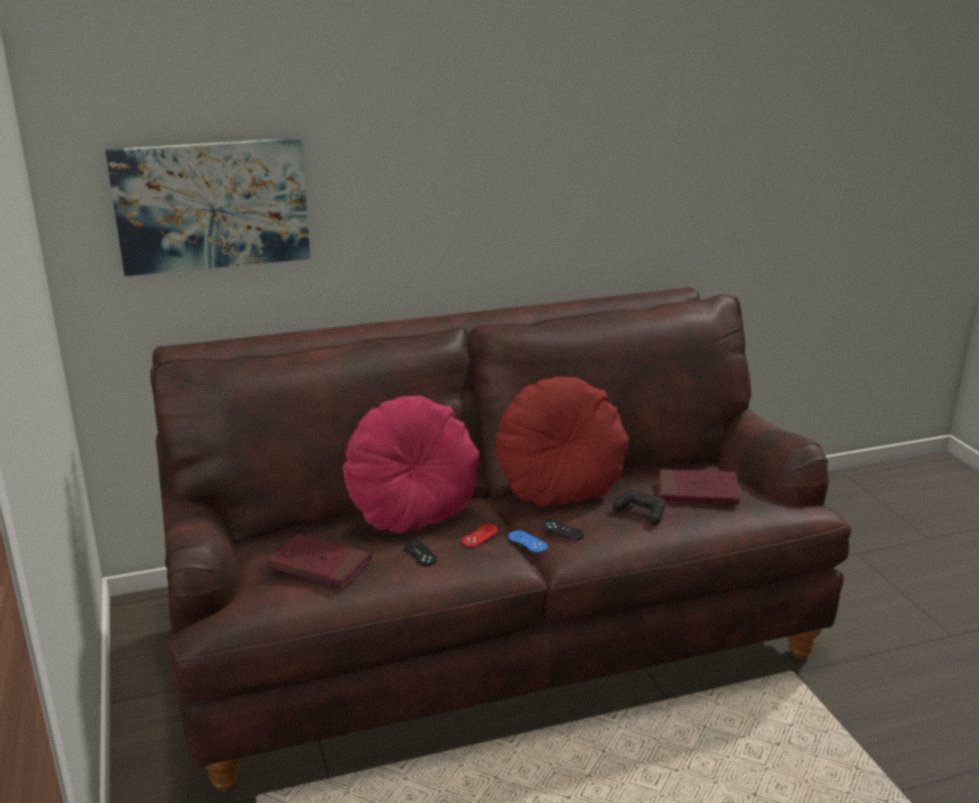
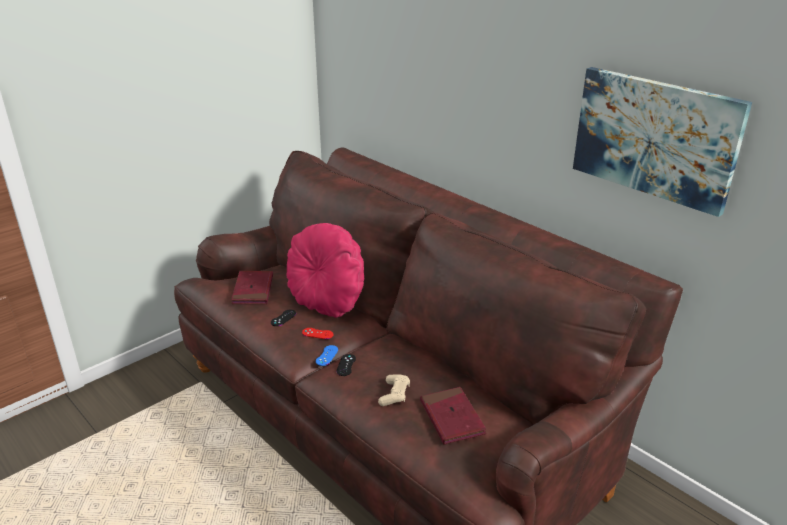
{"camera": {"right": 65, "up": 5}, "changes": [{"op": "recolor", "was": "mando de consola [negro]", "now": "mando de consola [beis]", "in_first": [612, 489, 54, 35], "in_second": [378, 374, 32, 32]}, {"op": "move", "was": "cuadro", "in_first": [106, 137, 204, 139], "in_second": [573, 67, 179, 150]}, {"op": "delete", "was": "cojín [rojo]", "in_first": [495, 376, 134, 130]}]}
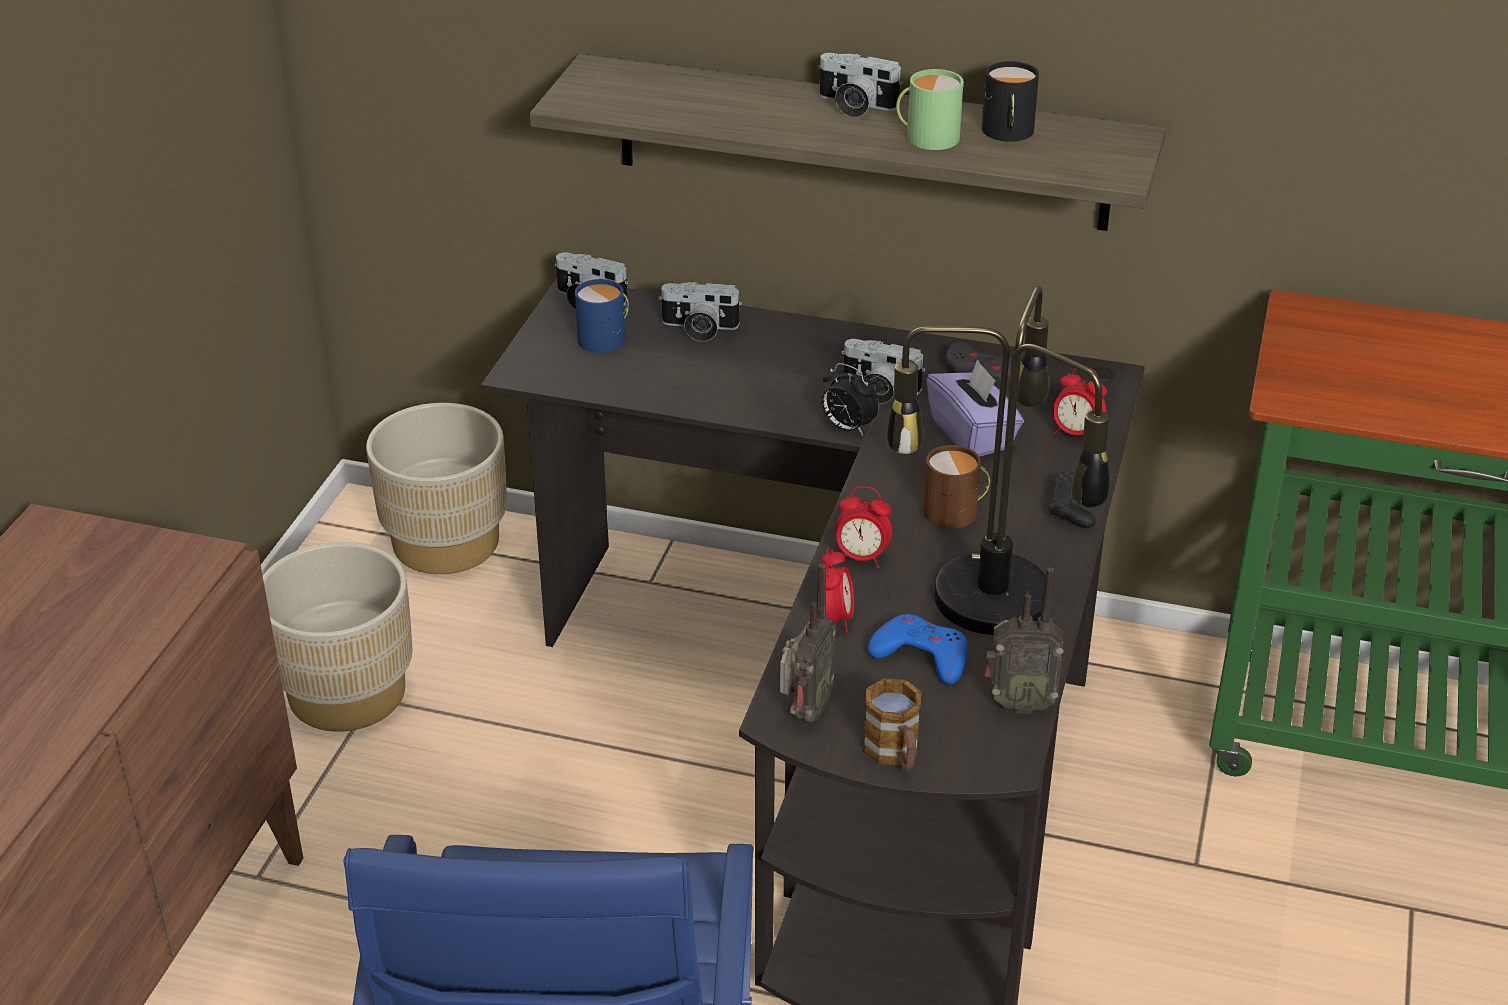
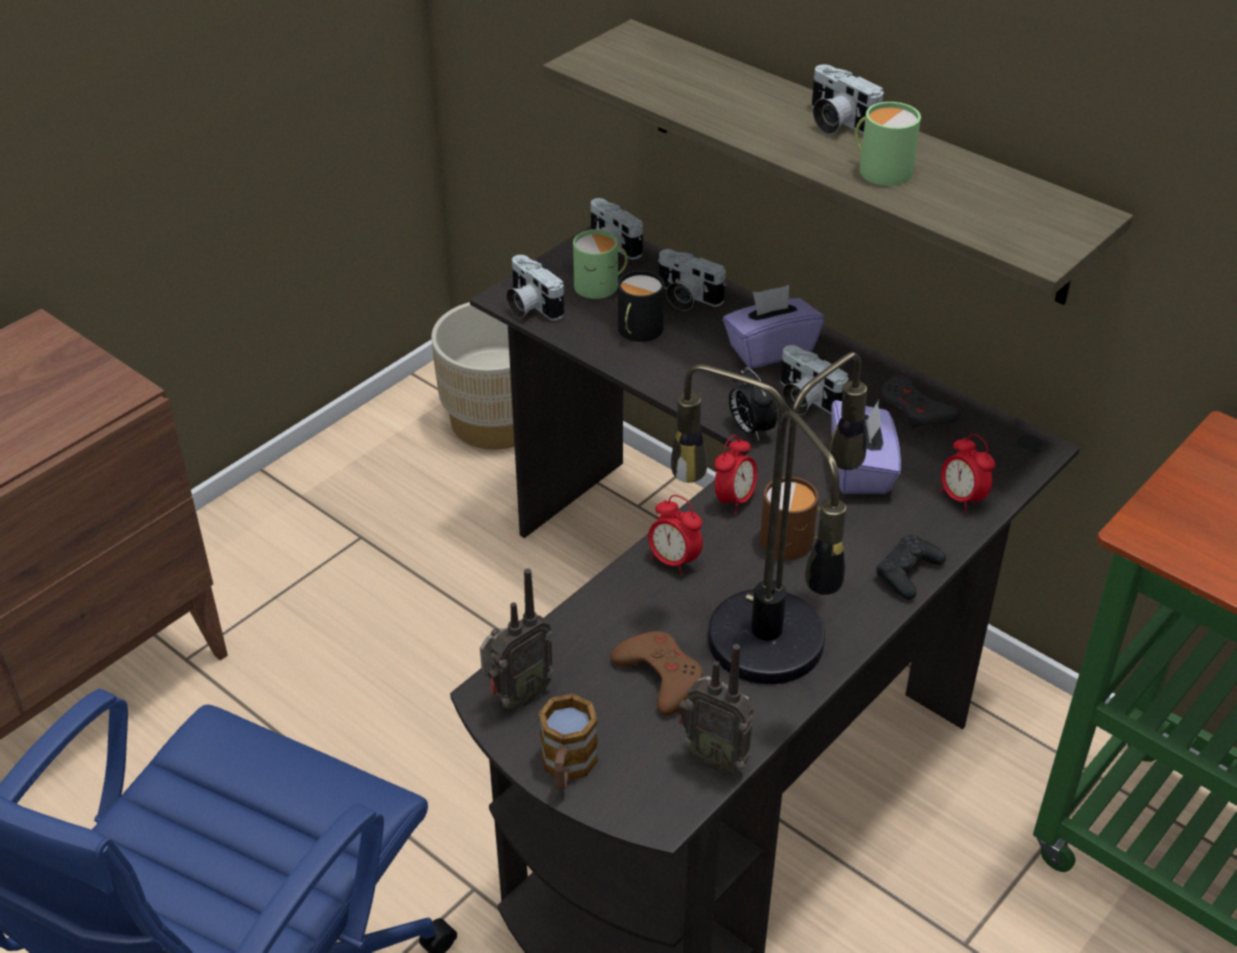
{"camera": {"right": 25, "up": 5}, "changes": [{"op": "insert", "now": "cámara", "in_second": [506, 255, 58, 66]}, {"op": "recolor", "was": "taza grande [azul]", "now": "taza grande [verde]", "in_first": [575, 279, 54, 74], "in_second": [573, 230, 55, 69]}, {"op": "recolor", "was": "mando de consola [azul]", "now": "mando de consola [marrón]", "in_first": [867, 614, 101, 70], "in_second": [611, 631, 92, 85]}, {"op": "move", "was": "taza grande [negro]", "in_first": [981, 61, 58, 81], "in_second": [616, 270, 48, 72]}, {"op": "move", "was": "despertador", "in_first": [817, 547, 37, 86], "in_second": [714, 435, 43, 79]}, {"op": "insert", "now": "caja de pañuelos [morado]", "in_second": [723, 285, 101, 83]}, {"op": "delete", "was": "maceta [beis]", "in_first": [263, 542, 150, 190]}]}
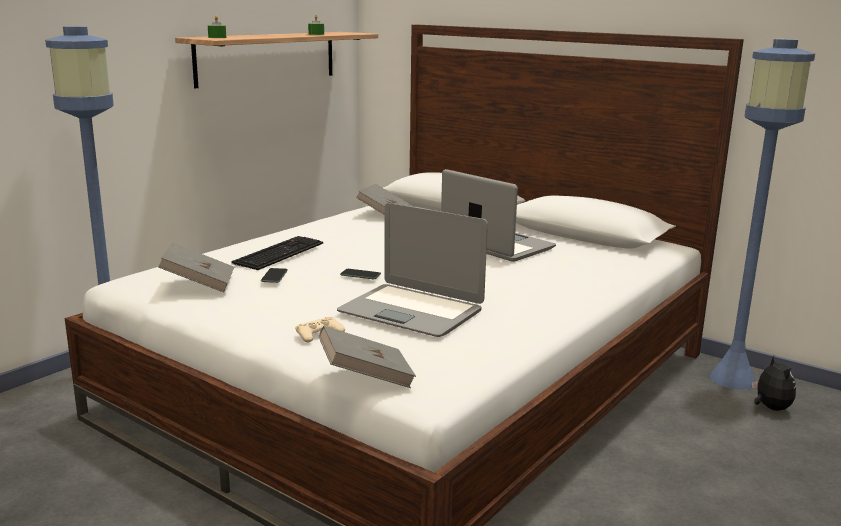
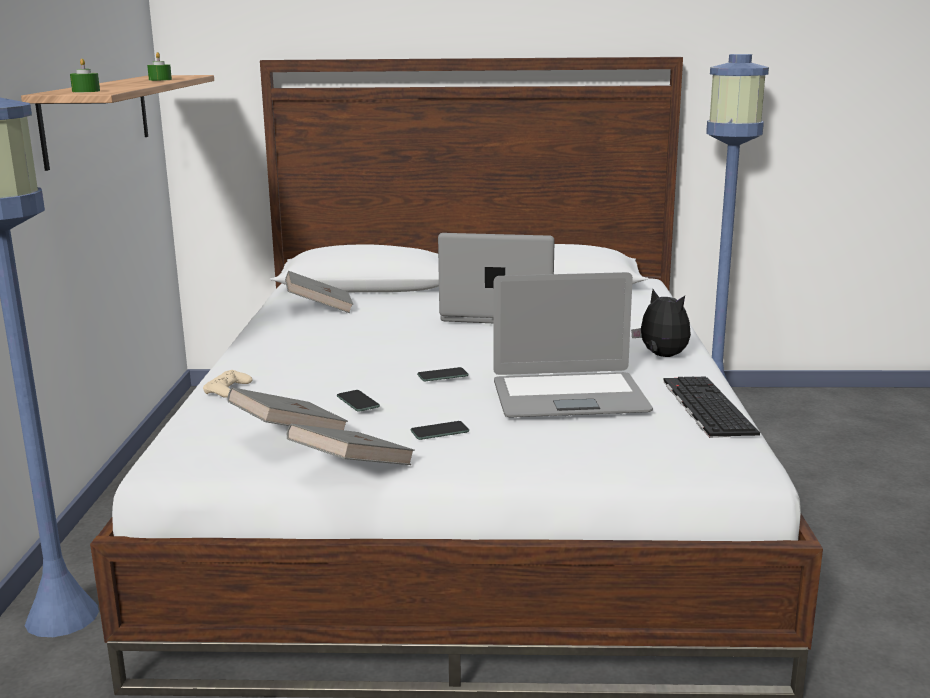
{"camera": {"right": -35, "up": 0}, "changes": [{"op": "move", "was": "mando de consola [beis]", "in_first": [295, 317, 50, 25], "in_second": [203, 370, 49, 28]}, {"op": "move", "was": "libro [gris]", "in_first": [319, 326, 97, 62], "in_second": [287, 424, 128, 41]}, {"op": "insert", "now": "móvil", "in_second": [411, 421, 58, 19]}, {"op": "move", "was": "peluche", "in_first": [752, 356, 44, 55], "in_second": [631, 289, 60, 68]}, {"op": "move", "was": "teclado", "in_first": [231, 236, 92, 34], "in_second": [663, 376, 97, 62]}]}
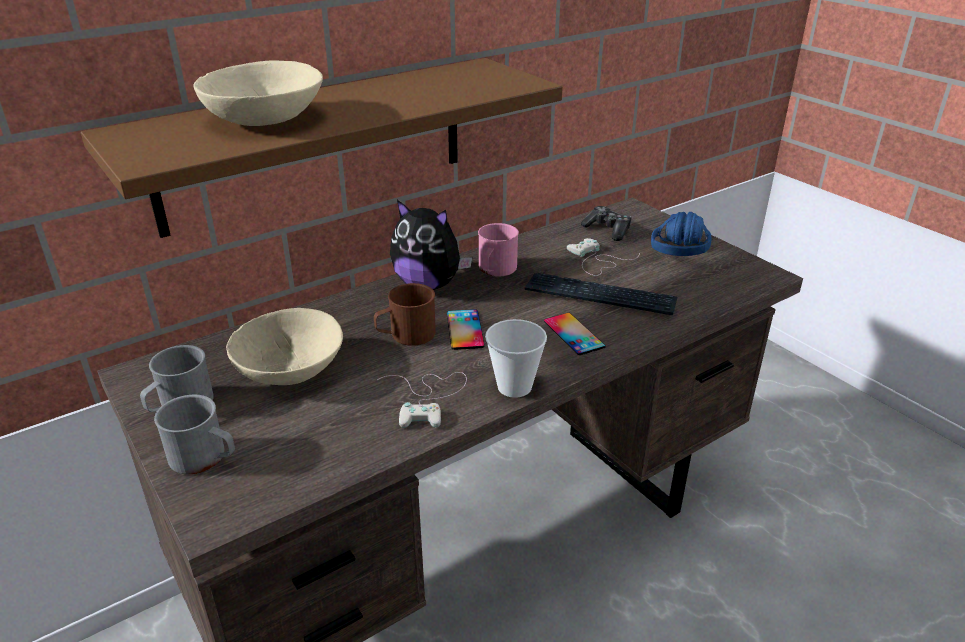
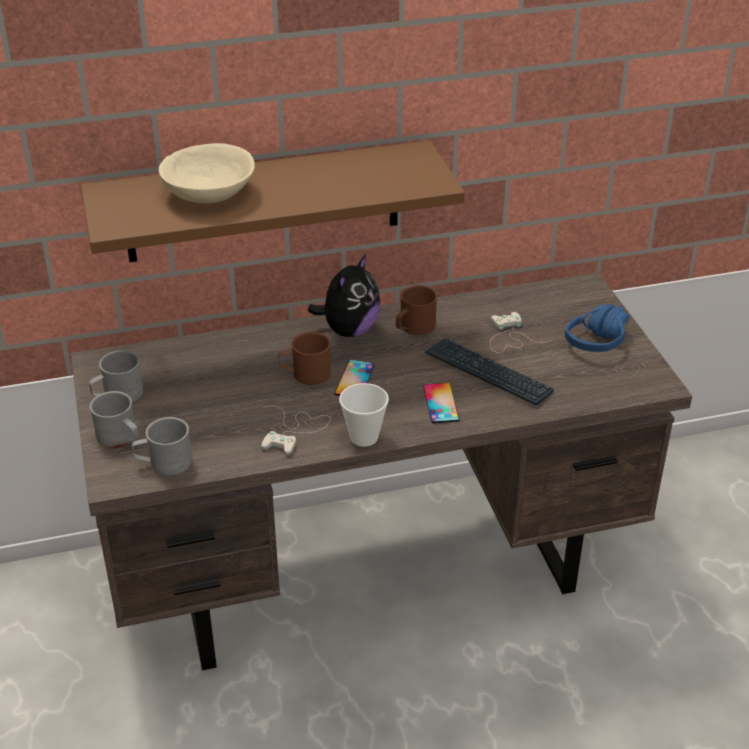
{"camera": {"right": 20, "up": 5}, "changes": [{"op": "insert", "now": "taza grande [gris]", "in_second": [132, 417, 60, 59]}, {"op": "rotate", "was": "peluche", "in_first": [390, 200, 82, 90], "in_second": [308, 254, 72, 83], "clockwise": -105}, {"op": "recolor", "was": "taza grande [rosa]", "now": "taza grande [marrón]", "in_first": [478, 223, 41, 53], "in_second": [396, 285, 41, 50]}, {"op": "delete", "was": "cuenco [beis]", "in_first": [226, 308, 117, 77]}, {"op": "delete", "was": "mando de consola", "in_first": [581, 206, 51, 35]}]}
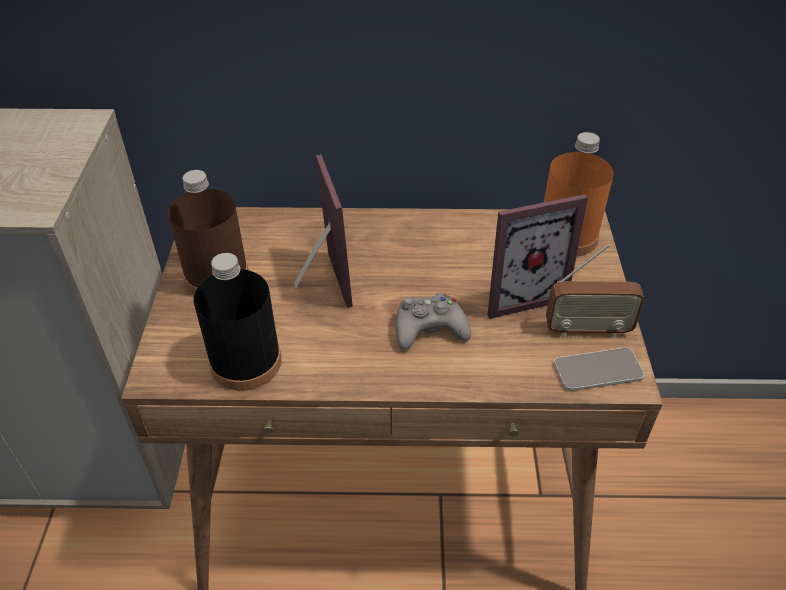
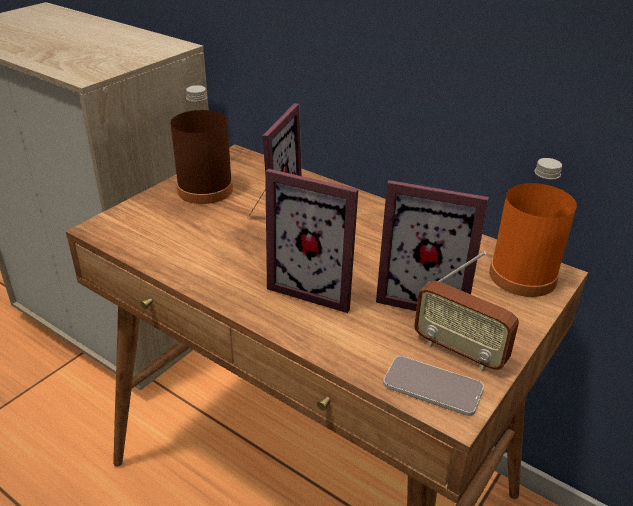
{"camera": {"right": 35, "up": -10}, "changes": [{"op": "replace", "was": "mando de consola [gris]", "now": "portarretratos", "in_first": [396, 293, 75, 57], "in_second": [265, 169, 93, 144]}, {"op": "delete", "was": "botella [negro]", "in_first": [193, 253, 89, 138]}]}
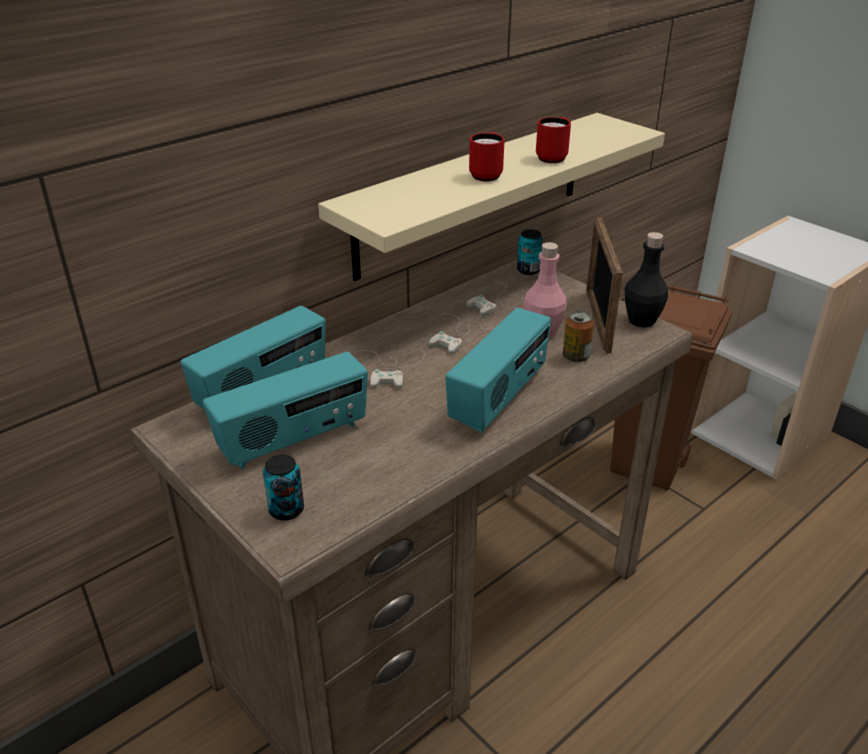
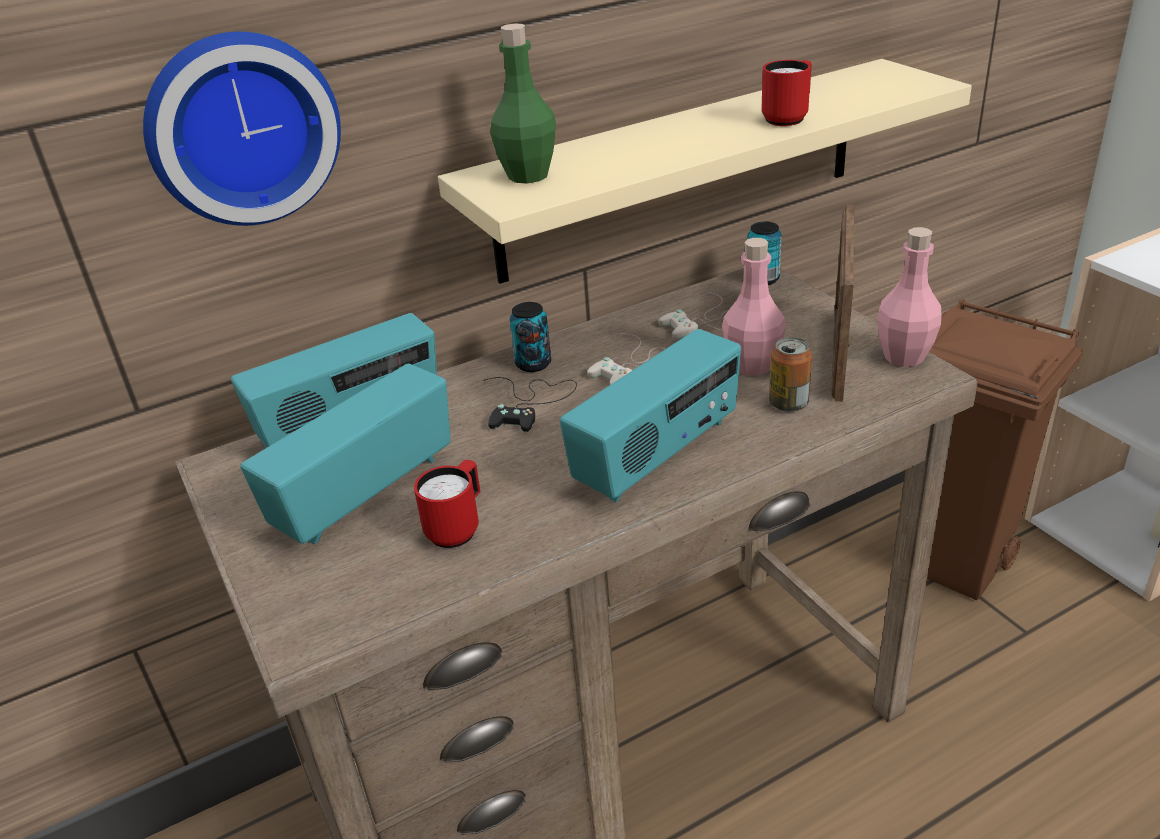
{"camera": {"right": 15, "up": 0}, "changes": [{"op": "insert", "now": "reloj de pared", "in_second": [143, 32, 198, 194]}, {"op": "rotate", "was": "radio", "in_first": [203, 352, 165, 117], "in_second": [240, 364, 210, 180], "clockwise": 150}, {"op": "move", "was": "taza grande [rojo]", "in_first": [469, 132, 36, 49], "in_second": [414, 460, 67, 88]}, {"op": "recolor", "was": "mando de consola [blanco]", "now": "mando de consola [negro]", "in_first": [353, 349, 72, 39], "in_second": [483, 377, 94, 55]}, {"op": "insert", "now": "botella [verde]", "in_second": [491, 24, 65, 160]}, {"op": "move", "was": "lata", "in_first": [263, 455, 41, 66], "in_second": [510, 302, 41, 70]}, {"op": "recolor", "was": "botella [negro]", "now": "botella [rosa]", "in_first": [625, 232, 43, 96], "in_second": [877, 227, 64, 140]}]}
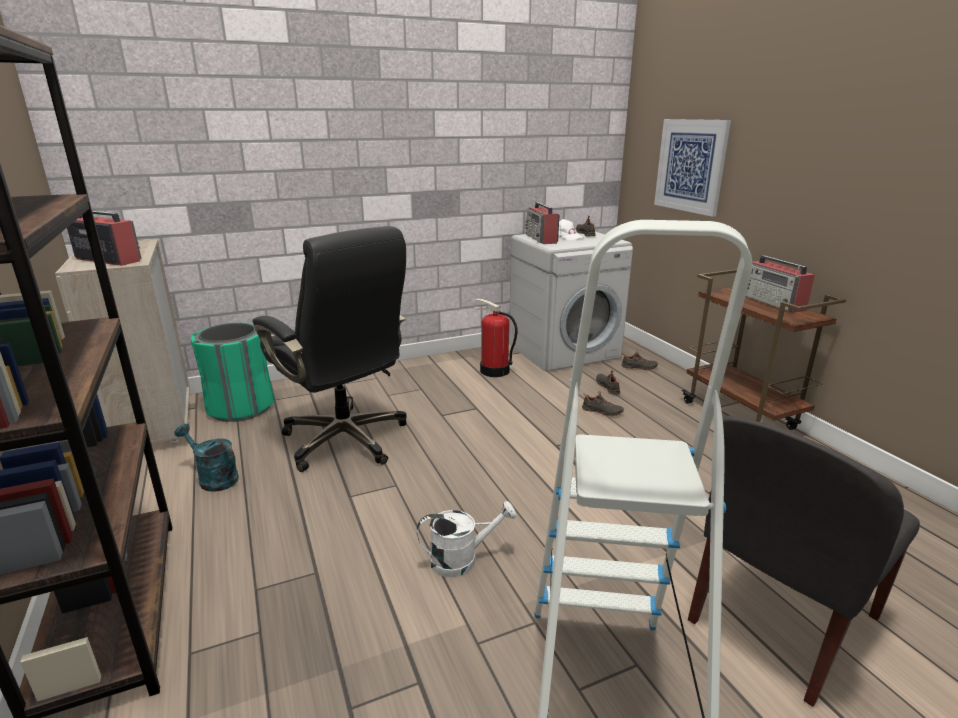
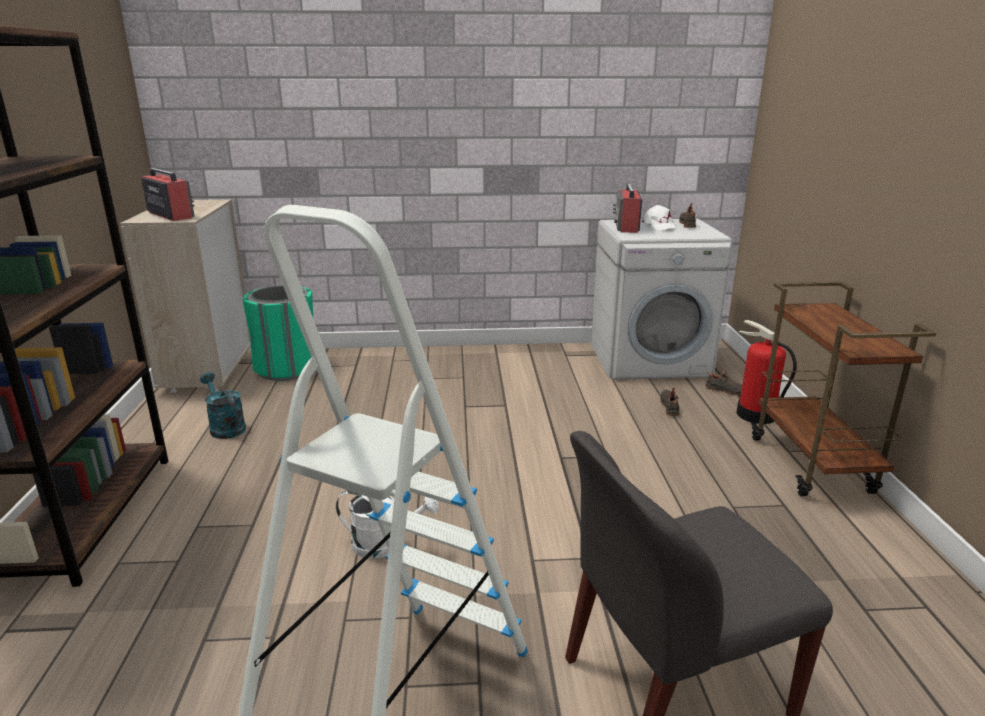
{"camera": {"right": 20, "up": 0}, "changes": [{"op": "move", "was": "extintor", "in_first": [473, 298, 45, 79], "in_second": [736, 320, 61, 104]}, {"op": "delete", "was": "silla de oficina [negro]", "in_first": [252, 226, 155, 246]}, {"op": "delete", "was": "zapato [negro]", "in_first": [582, 391, 42, 25]}, {"op": "delete", "was": "cuadro", "in_first": [654, 119, 77, 98]}, {"op": "delete", "was": "radio", "in_first": [746, 255, 69, 58]}]}
